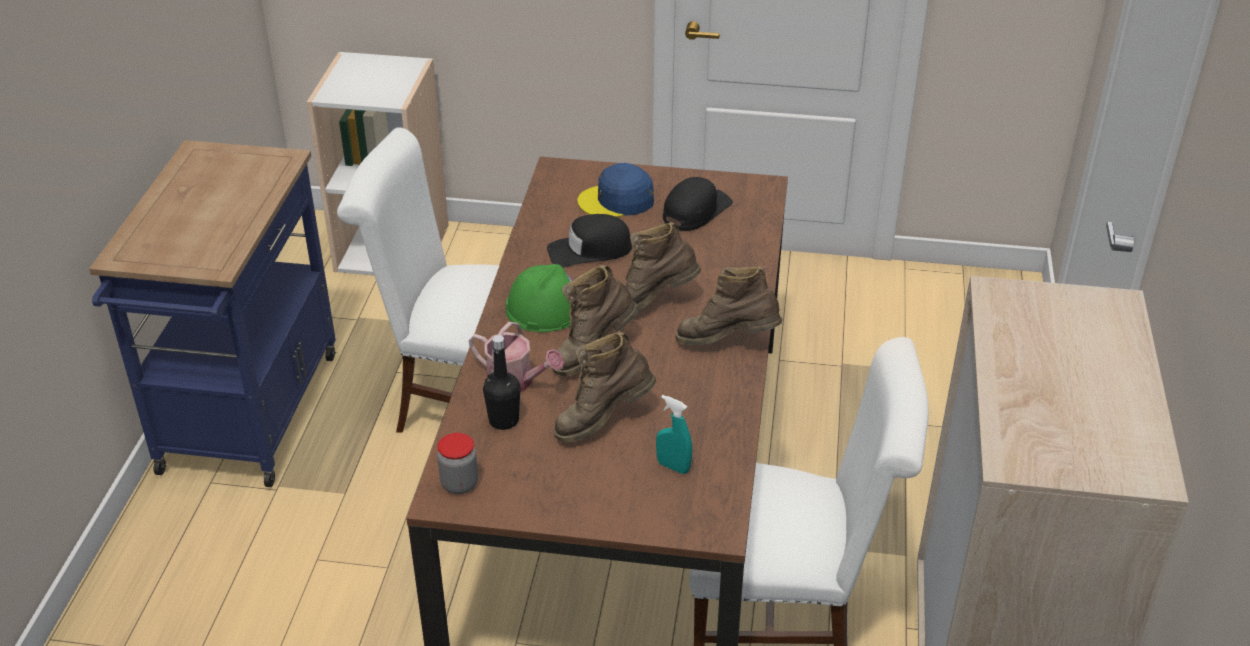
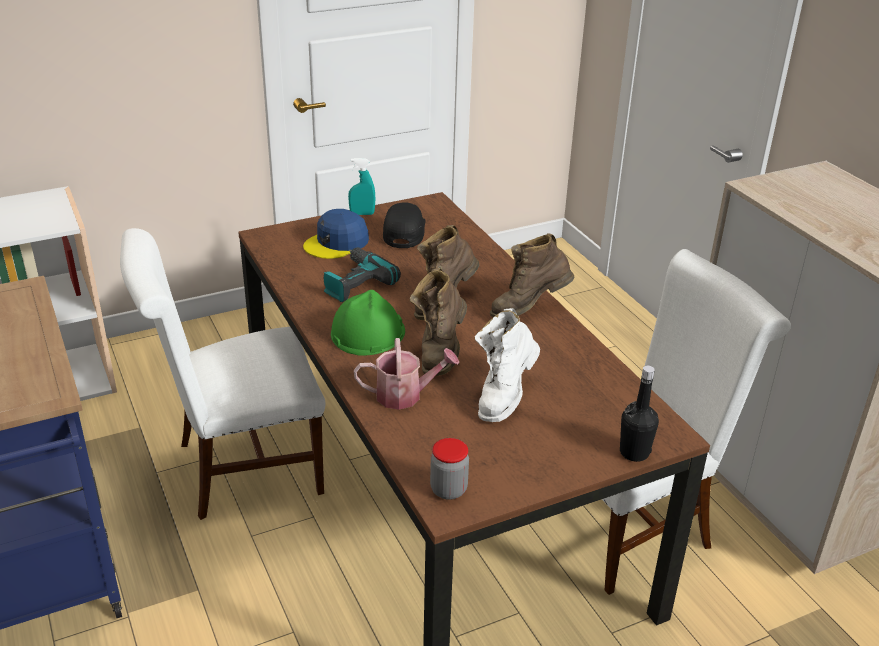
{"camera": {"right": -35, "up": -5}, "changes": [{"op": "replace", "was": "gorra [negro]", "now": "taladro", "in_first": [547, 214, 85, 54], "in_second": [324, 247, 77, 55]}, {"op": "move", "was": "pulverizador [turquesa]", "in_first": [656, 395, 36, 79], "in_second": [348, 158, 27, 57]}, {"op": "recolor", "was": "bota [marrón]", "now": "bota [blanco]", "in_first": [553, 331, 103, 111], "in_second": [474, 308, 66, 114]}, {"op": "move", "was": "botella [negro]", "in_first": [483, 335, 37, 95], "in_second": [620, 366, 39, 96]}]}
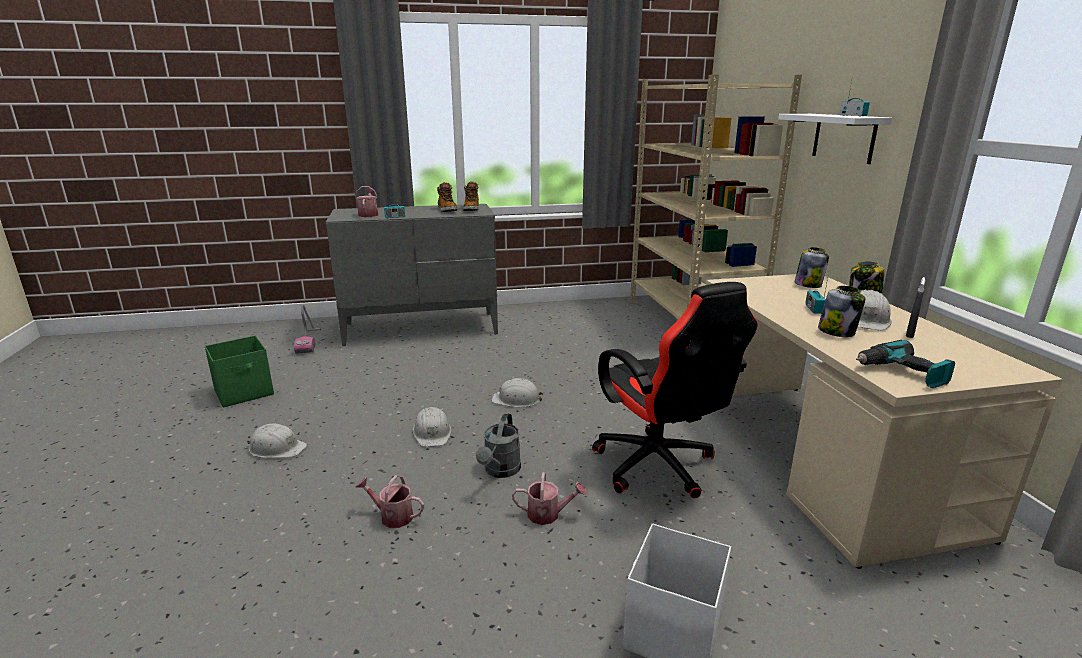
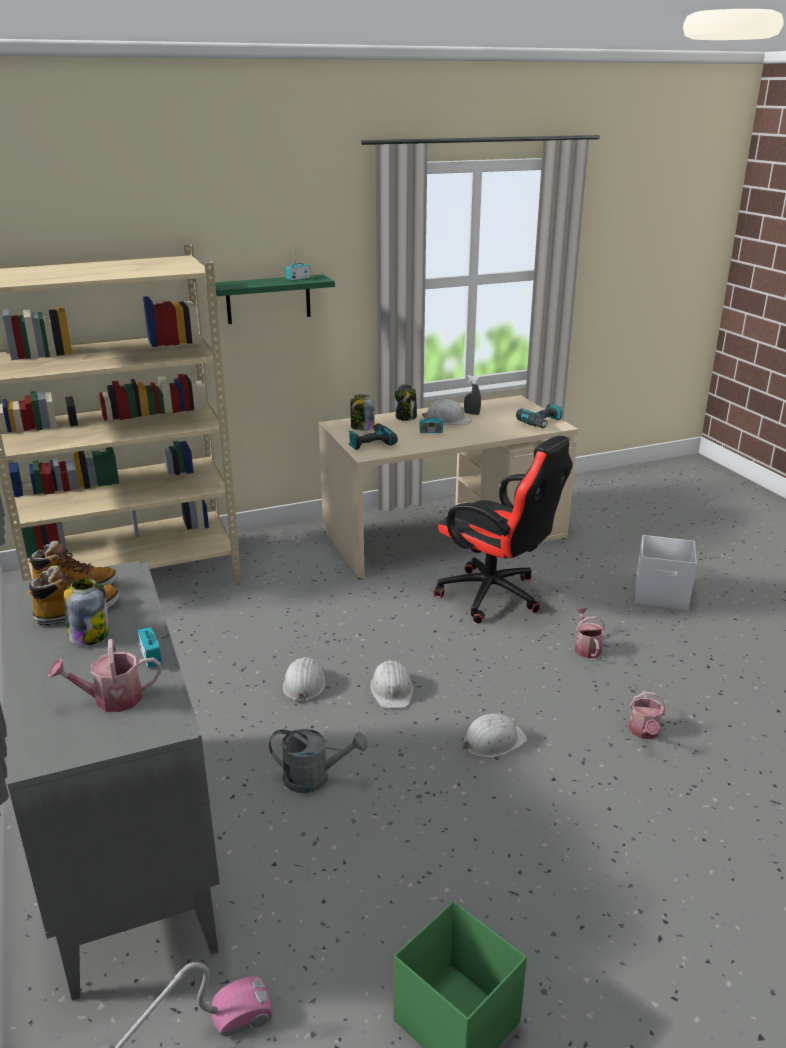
{"camera": {"right": -100, "up": 5}, "changes": [{"op": "move", "was": "tarro", "in_first": [818, 286, 47, 51], "in_second": [64, 578, 45, 68]}, {"op": "recolor", "was": "estante [blanco]", "now": "estante [verde]", "in_first": [778, 114, 114, 50], "in_second": [209, 274, 126, 50]}, {"op": "move", "was": "regadera [gris]", "in_first": [476, 413, 45, 65], "in_second": [269, 729, 99, 64]}, {"op": "move", "was": "casco [blanco]", "in_first": [247, 423, 60, 35], "in_second": [283, 657, 42, 46]}, {"op": "insert", "now": "taladro", "in_second": [349, 423, 49, 27]}, {"op": "rotate", "was": "silla de oficina [negro]", "in_first": [592, 282, 165, 216], "in_second": [433, 436, 140, 188], "clockwise": 75}]}
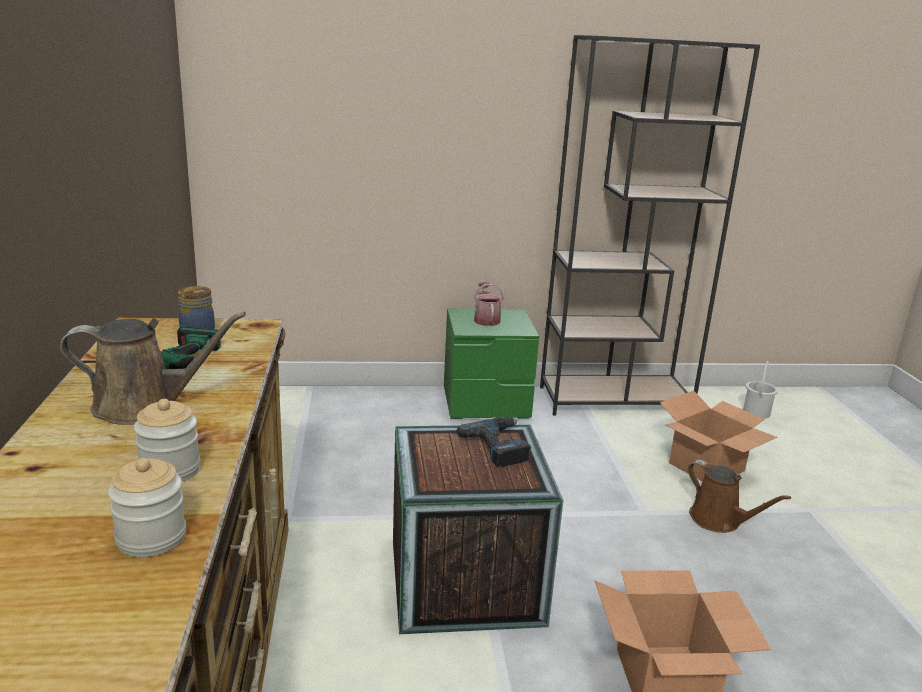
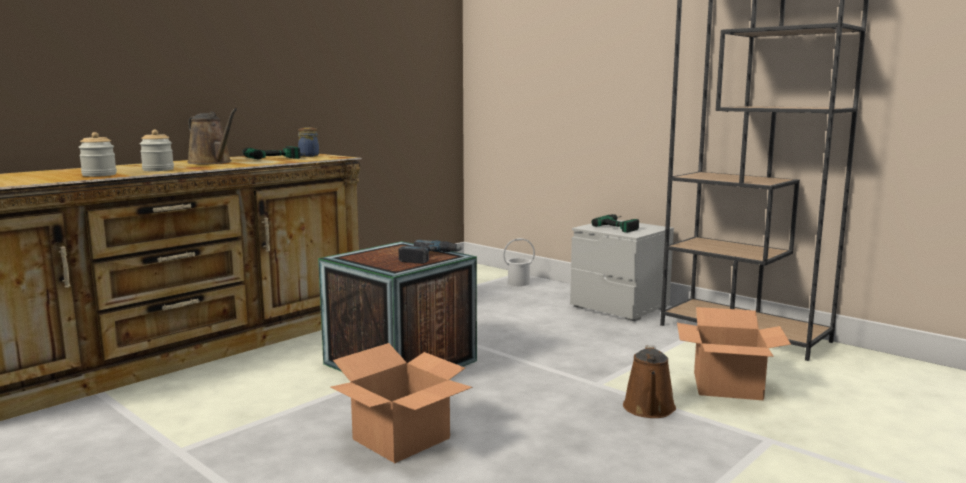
{"camera": {"right": 50, "up": -10}, "changes": [{"op": "move", "was": "cubo [blanco]", "in_first": [743, 361, 35, 58], "in_second": [503, 238, 32, 48]}, {"op": "recolor", "was": "mesita de noche [verde]", "now": "mesita de noche [blanco]", "in_first": [444, 308, 95, 111], "in_second": [570, 220, 104, 101]}, {"op": "replace", "was": "regadera", "now": "taladro", "in_first": [474, 282, 30, 44], "in_second": [592, 214, 47, 18]}]}
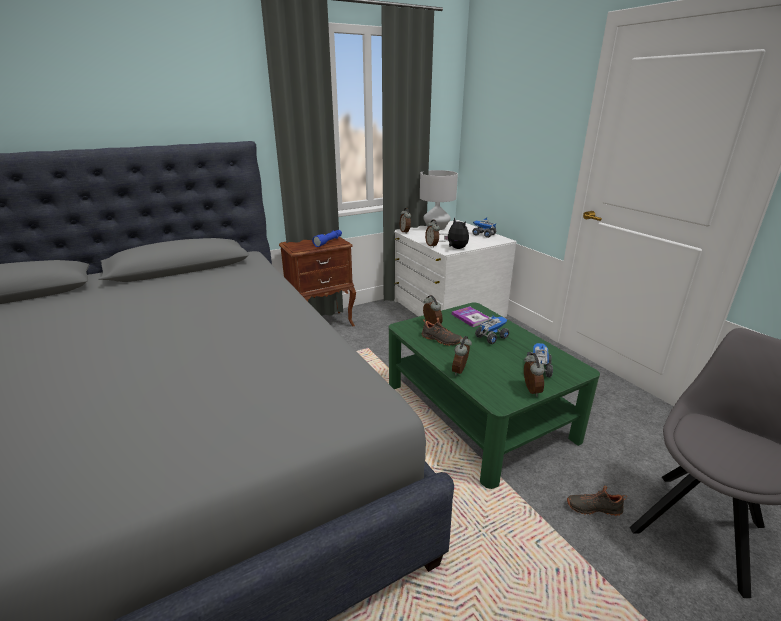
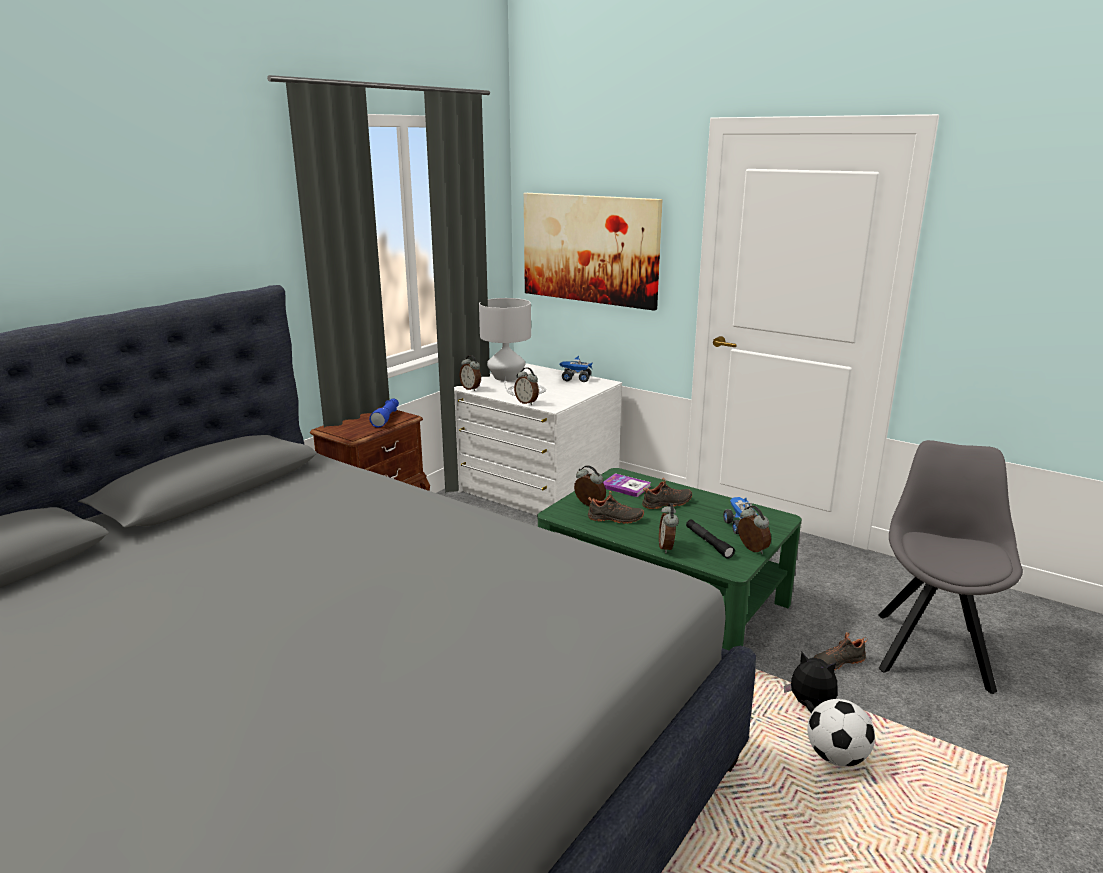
{"camera": {"right": -25, "up": -5}, "changes": [{"op": "insert", "now": "cuadro", "in_second": [524, 193, 139, 118]}, {"op": "replace", "was": "camión de juguete", "now": "zapato [negro]", "in_first": [475, 315, 34, 29], "in_second": [642, 478, 50, 31]}, {"op": "insert", "now": "linterna [negro]", "in_second": [686, 519, 49, 40]}, {"op": "move", "was": "peluche", "in_first": [444, 217, 25, 32], "in_second": [784, 652, 54, 61]}, {"op": "insert", "now": "balón de fútbol", "in_second": [807, 699, 68, 68]}]}
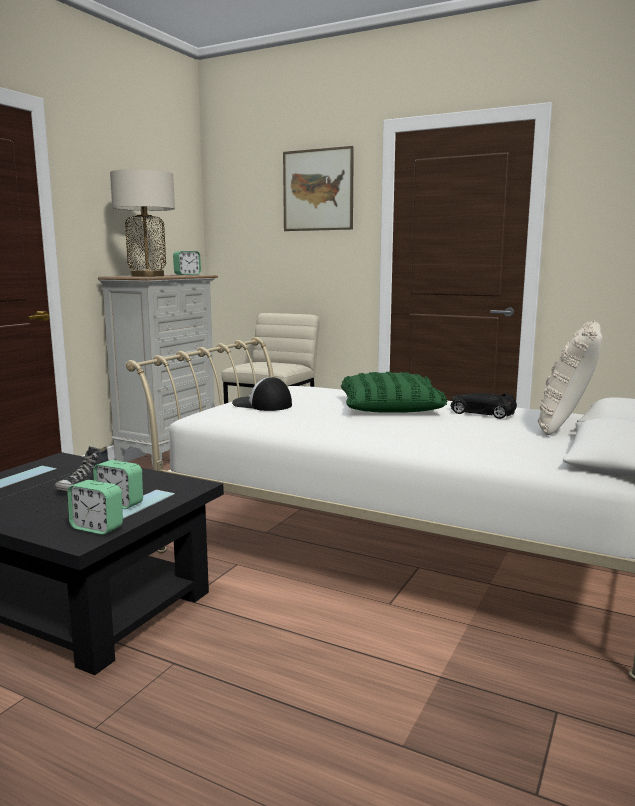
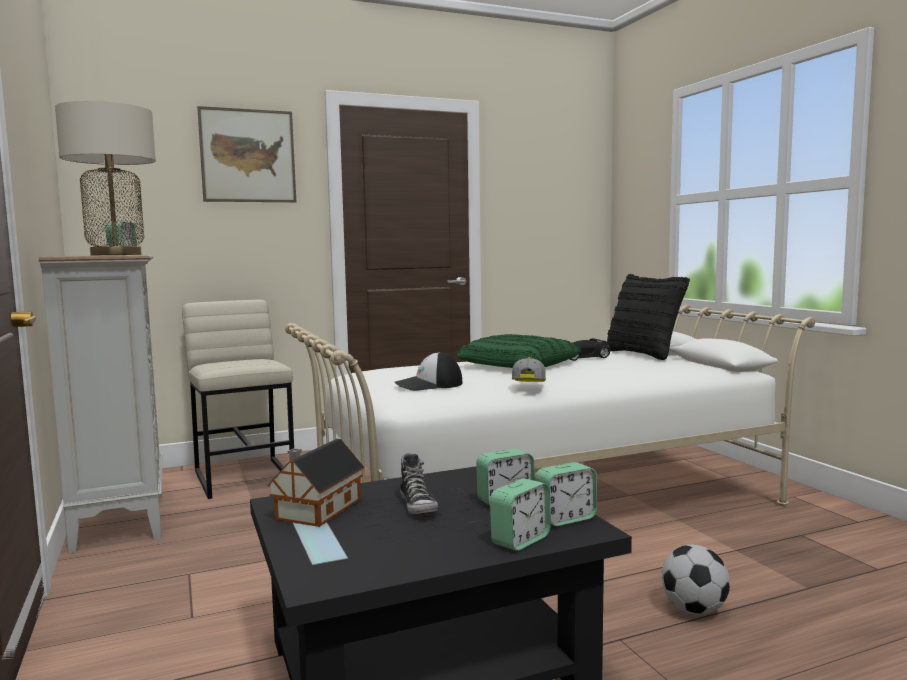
{"camera": {"right": -50, "up": -5}, "changes": [{"op": "insert", "now": "casita", "in_second": [267, 439, 97, 88]}, {"op": "insert", "now": "despertador", "in_second": [490, 479, 61, 72]}, {"op": "insert", "now": "gorra", "in_second": [512, 357, 34, 25]}, {"op": "recolor", "was": "cojín [beis]", "now": "cojín [negro]", "in_first": [538, 320, 64, 115], "in_second": [607, 274, 83, 86]}, {"op": "insert", "now": "balón de fútbol", "in_second": [662, 544, 68, 71]}]}
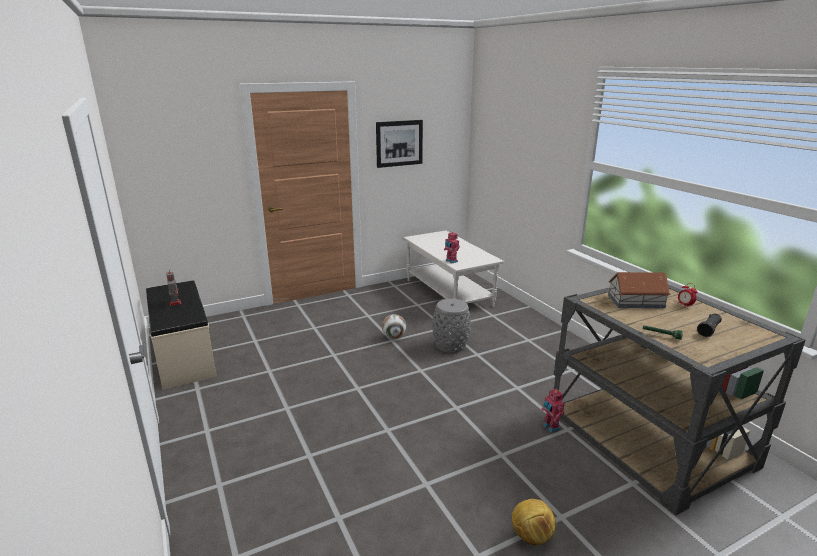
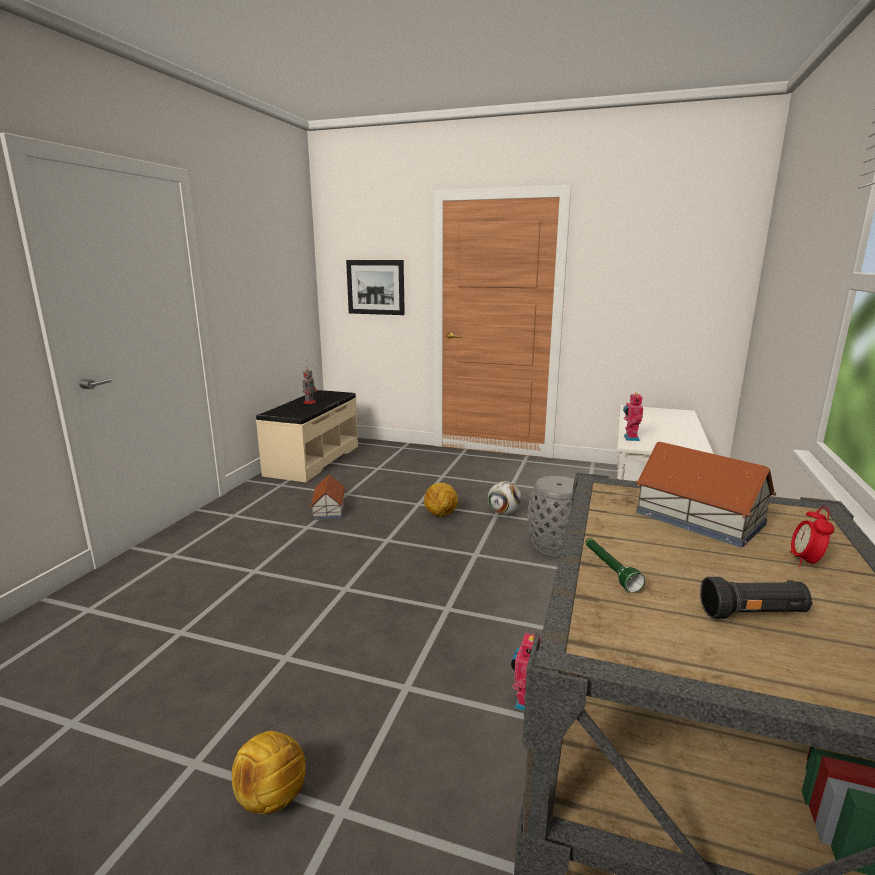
{"camera": {"right": 45, "up": -5}, "changes": [{"op": "insert", "now": "casita", "in_second": [310, 475, 36, 45]}, {"op": "move", "was": "cuadro", "in_first": [376, 120, 47, 48], "in_second": [346, 260, 59, 55]}, {"op": "insert", "now": "balón de fútbol", "in_second": [424, 483, 34, 34]}]}
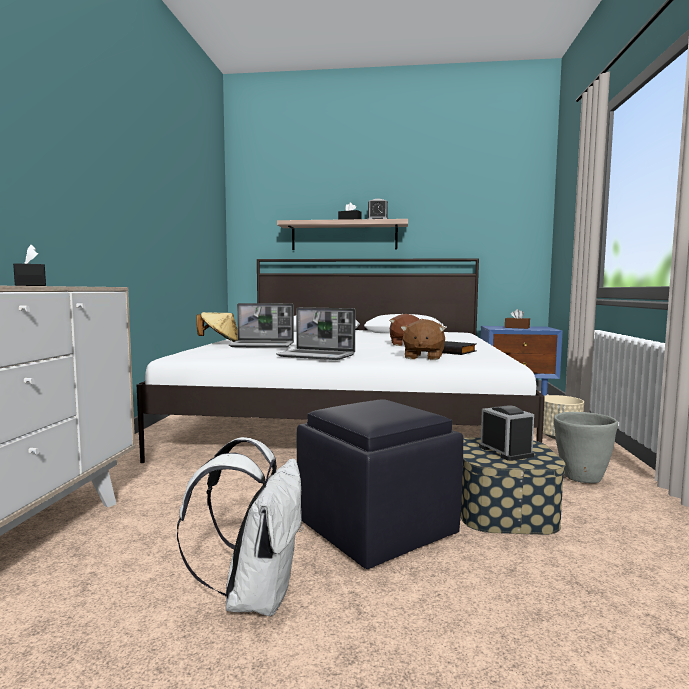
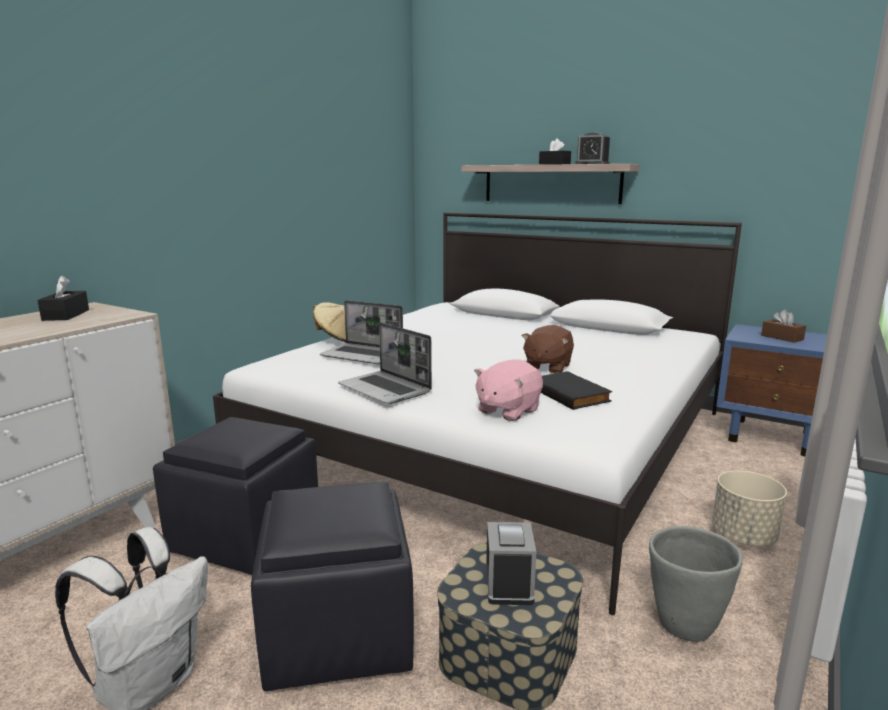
{"camera": {"right": 25, "up": 10}, "changes": [{"op": "insert", "now": "puf [negro]", "in_second": [153, 417, 165, 158]}, {"op": "recolor", "was": "peluche [marrón]", "now": "peluche [rosa]", "in_first": [400, 319, 46, 41], "in_second": [474, 359, 69, 62]}]}
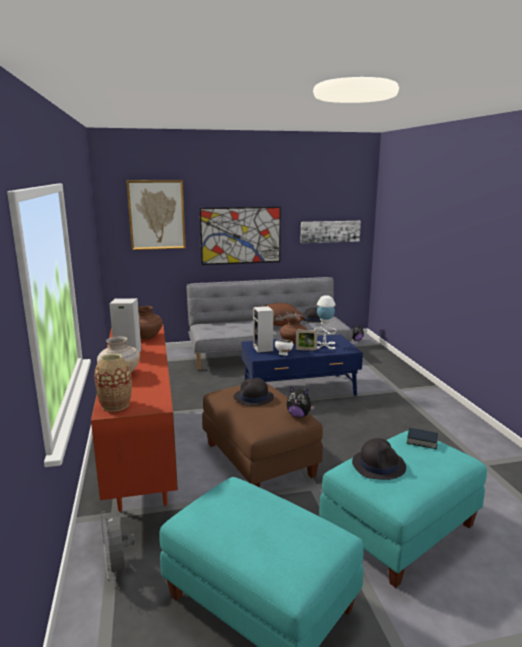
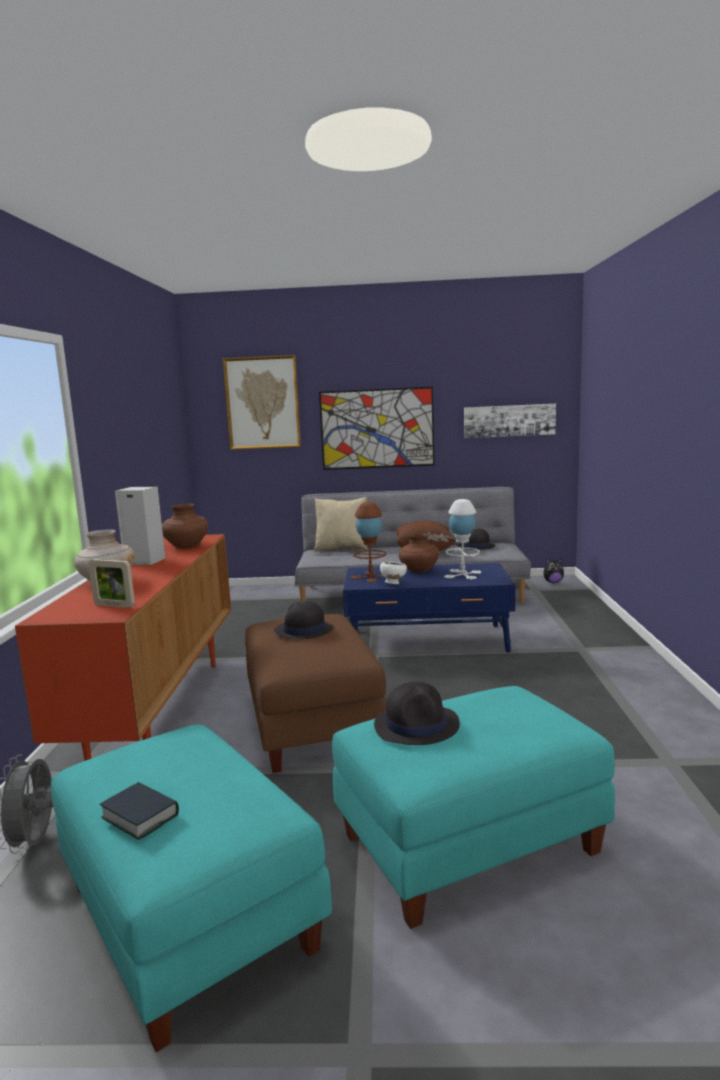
{"camera": {"right": 15, "up": -5}, "changes": [{"op": "move", "was": "portarretratos", "in_first": [296, 329, 21, 22], "in_second": [89, 559, 46, 49]}, {"op": "move", "was": "libro", "in_first": [407, 428, 31, 21], "in_second": [100, 782, 79, 58]}, {"op": "insert", "now": "cojín [beis]", "in_second": [314, 497, 53, 55]}, {"op": "replace", "was": "altavoz", "now": "lámpara de mesa [marrón]", "in_first": [253, 306, 20, 47], "in_second": [350, 502, 37, 80]}, {"op": "delete", "was": "florero", "in_first": [94, 353, 38, 59]}, {"op": "delete", "was": "peluche", "in_first": [286, 386, 29, 32]}]}
